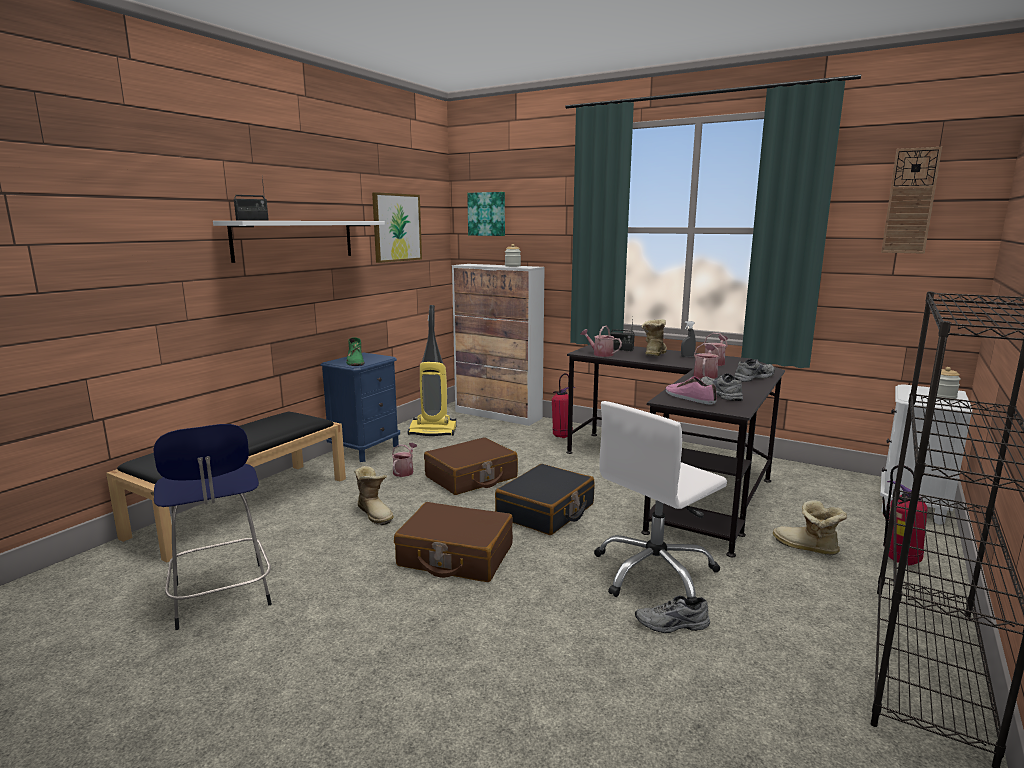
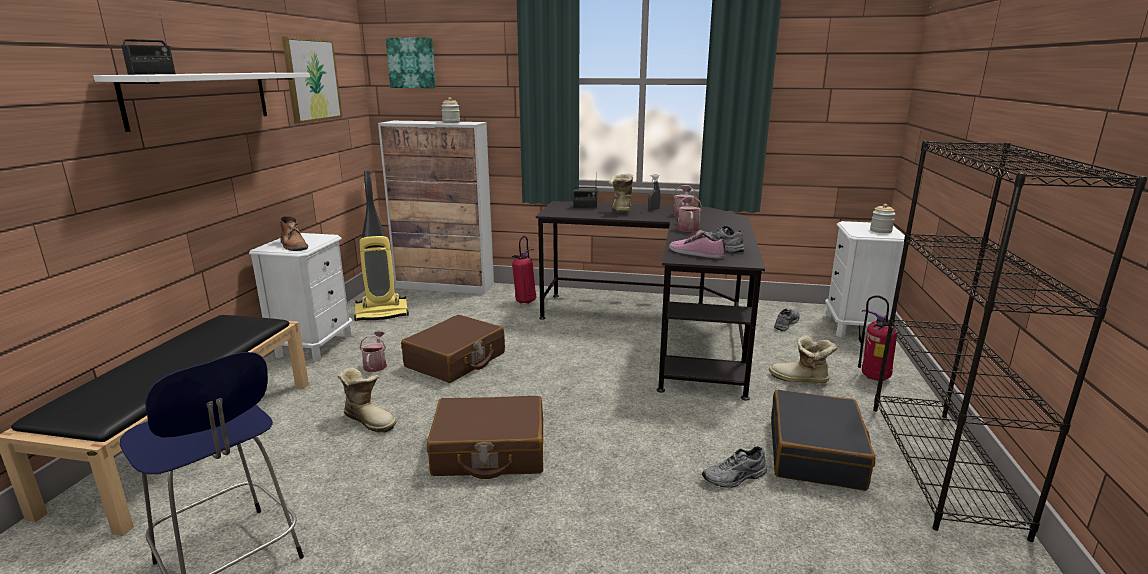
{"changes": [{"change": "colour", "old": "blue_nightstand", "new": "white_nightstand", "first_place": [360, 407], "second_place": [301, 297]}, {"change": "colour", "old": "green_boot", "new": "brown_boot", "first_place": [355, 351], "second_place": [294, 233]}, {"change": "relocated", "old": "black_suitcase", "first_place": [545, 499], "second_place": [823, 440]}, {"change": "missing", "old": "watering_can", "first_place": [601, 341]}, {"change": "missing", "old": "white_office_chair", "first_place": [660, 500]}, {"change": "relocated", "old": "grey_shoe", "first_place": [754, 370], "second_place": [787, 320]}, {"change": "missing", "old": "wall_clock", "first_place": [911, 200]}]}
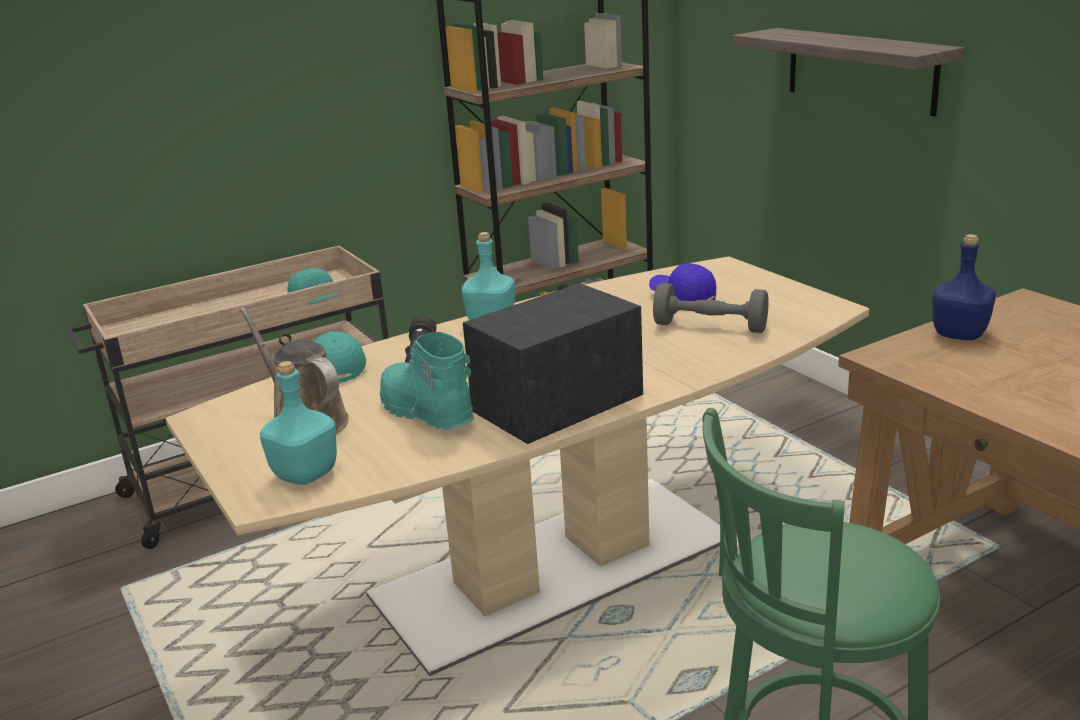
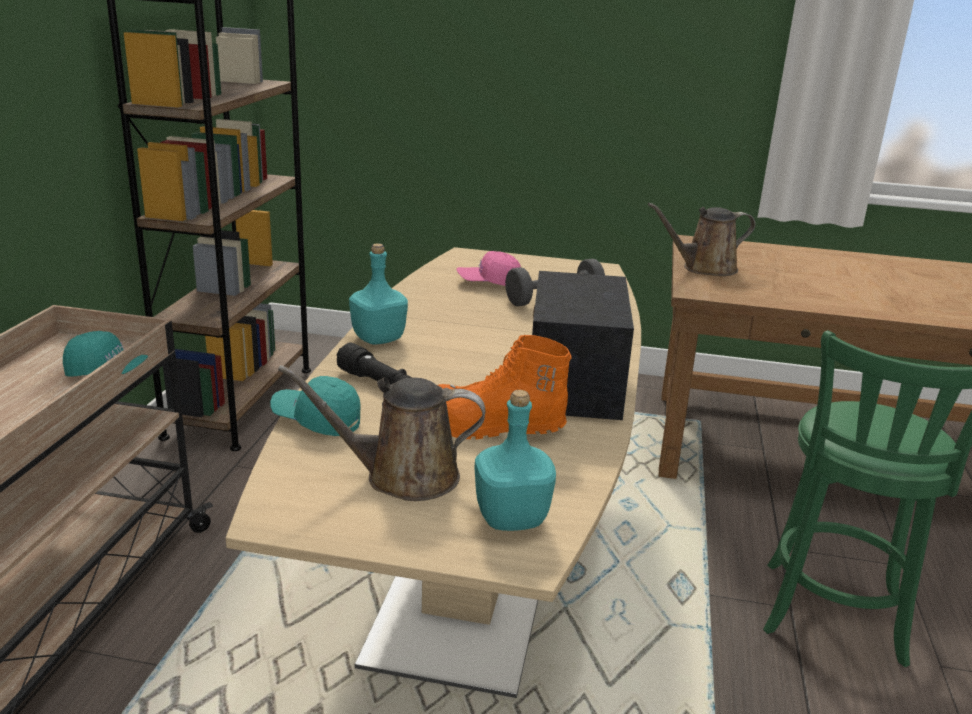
{"changes": [{"change": "colour", "old": "turquoise_boot", "new": "orange_boot", "first_place": [427, 381], "second_place": [504, 387]}, {"change": "colour", "old": "blue_cap", "new": "pink_cap", "first_place": [682, 282], "second_place": [488, 268]}, {"change": "missing", "old": "shelf", "first_place": [848, 72]}, {"change": "exchanged", "old": "blue_bottle", "new": "brown_watering_can", "first_place": [964, 287], "second_place": [701, 239]}]}
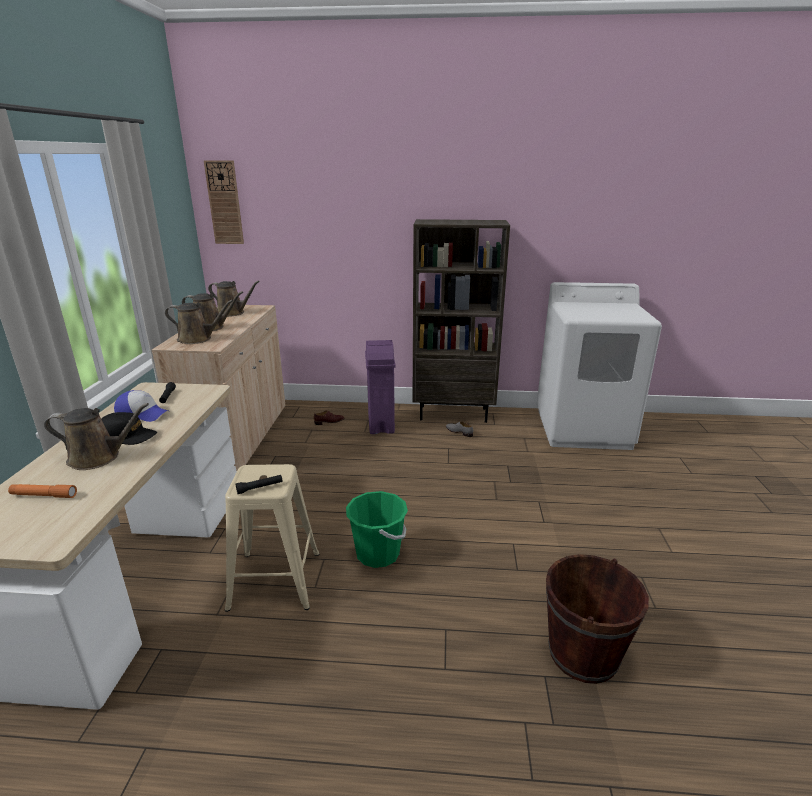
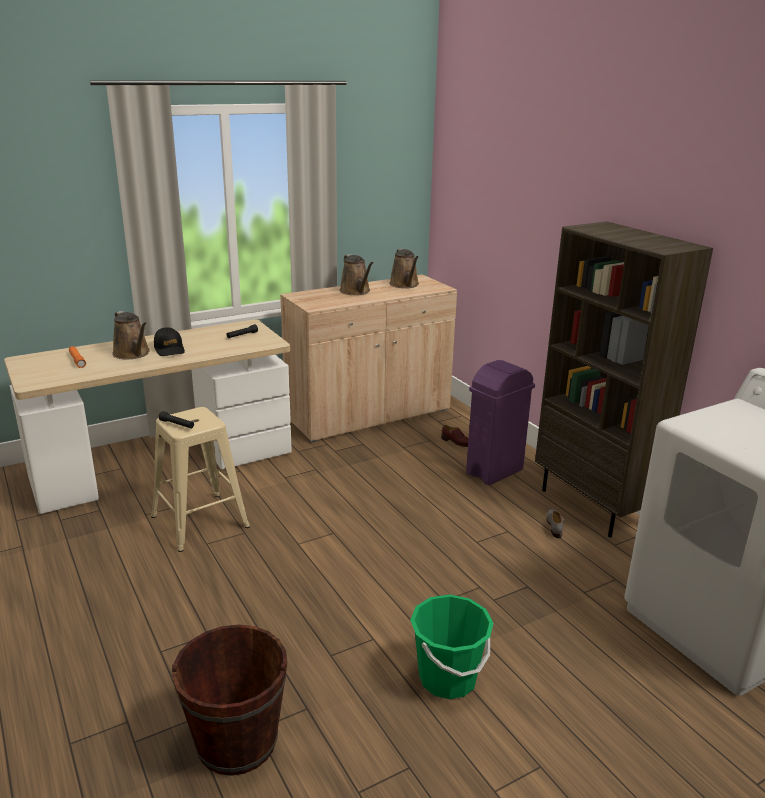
{"changes": [{"change": "missing", "old": "cap", "first_place": [141, 406]}, {"change": "missing", "old": "brown_watering_can", "first_place": [199, 322]}, {"change": "missing", "old": "wall_clock", "first_place": [224, 202]}, {"change": "relocated", "old": "green_bucket", "first_place": [377, 529], "second_place": [451, 647]}]}
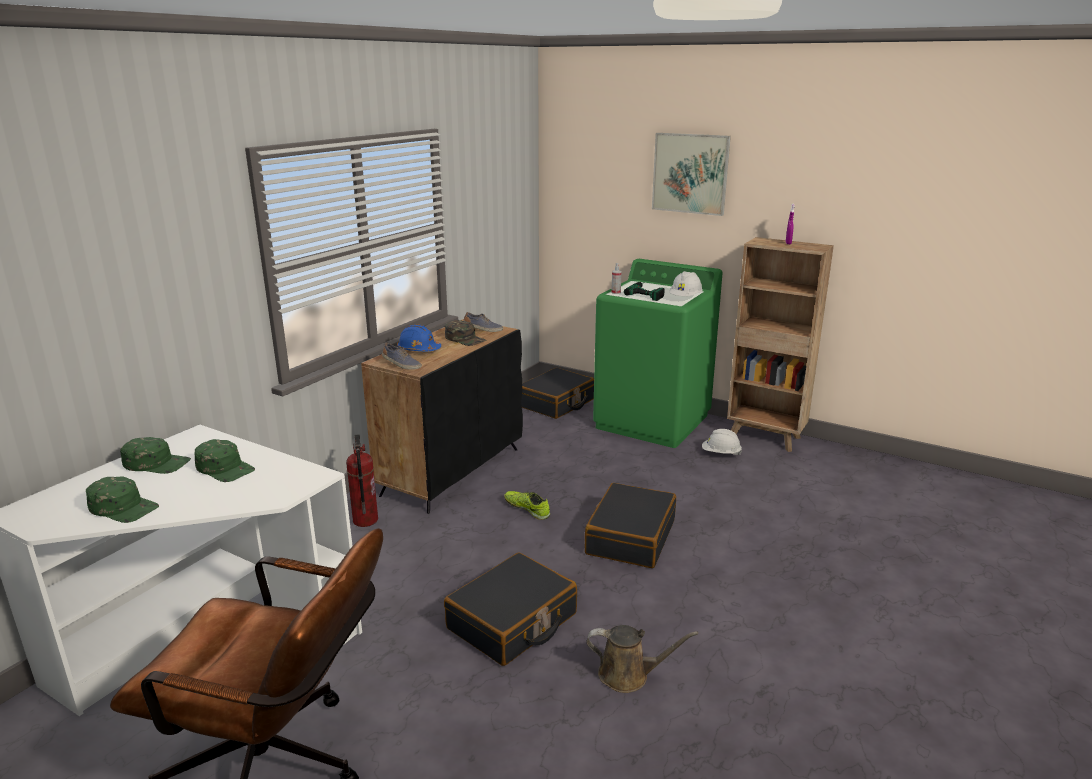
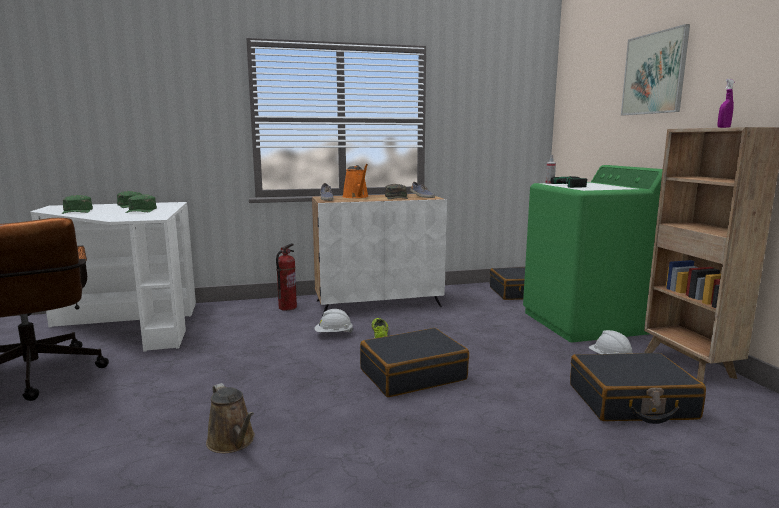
{"changes": [{"change": "colour", "old": "black_cabinet", "new": "white_cabinet", "first_place": [442, 416], "second_place": [379, 255]}, {"change": "exchanged", "old": "blue_hard_hat", "new": "orange_watering_can", "first_place": [419, 338], "second_place": [355, 181]}, {"change": "relocated", "old": "black_suitcase", "first_place": [510, 609], "second_place": [638, 388]}, {"change": "relocated", "old": "white_hard_hat", "first_place": [686, 283], "second_place": [334, 321]}]}
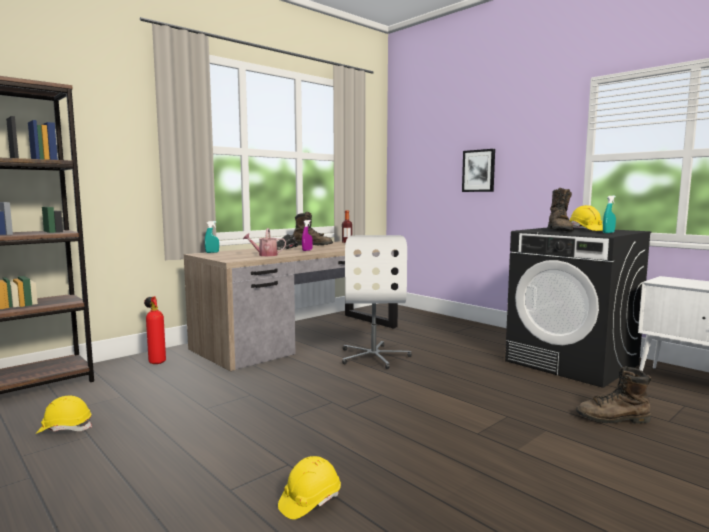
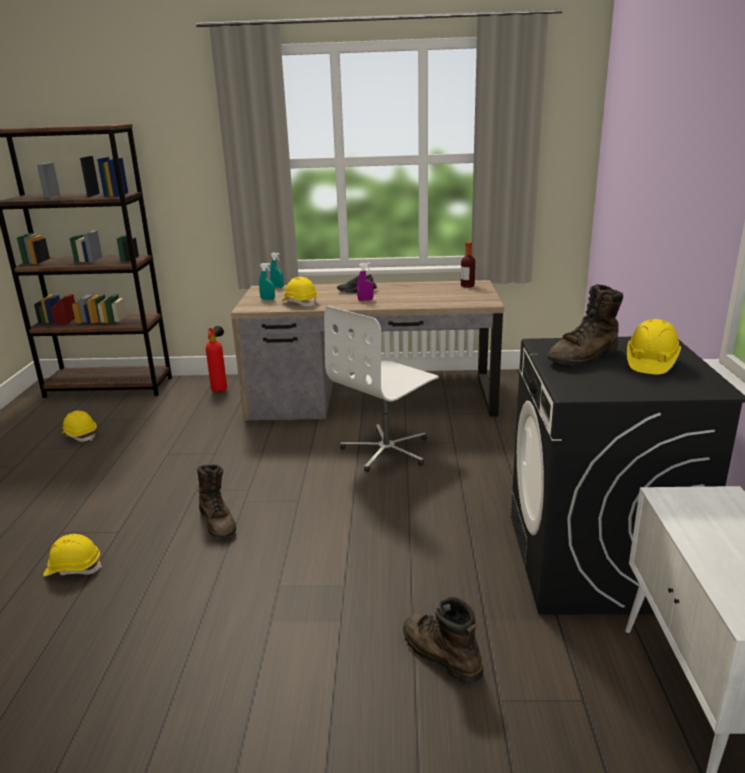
{"changes": [{"change": "exchanged", "old": "watering_can", "new": "yellow_hard_hat", "first_place": [264, 242], "second_place": [300, 292]}, {"change": "relocated", "old": "brown_boot", "first_place": [313, 228], "second_place": [216, 501]}, {"change": "missing", "old": "picture", "first_place": [478, 170]}, {"change": "relocated", "old": "turquoise_spray_bottle", "first_place": [609, 214], "second_place": [267, 281]}]}
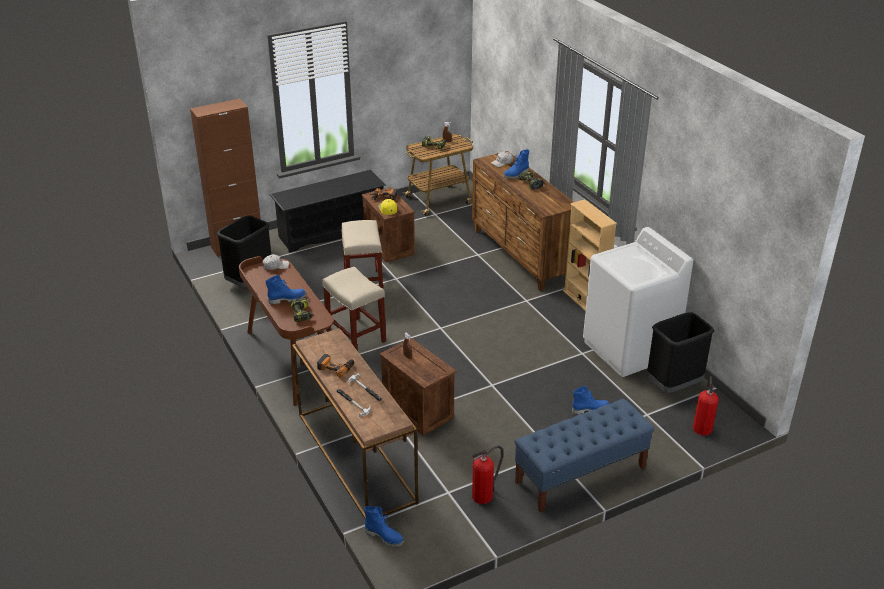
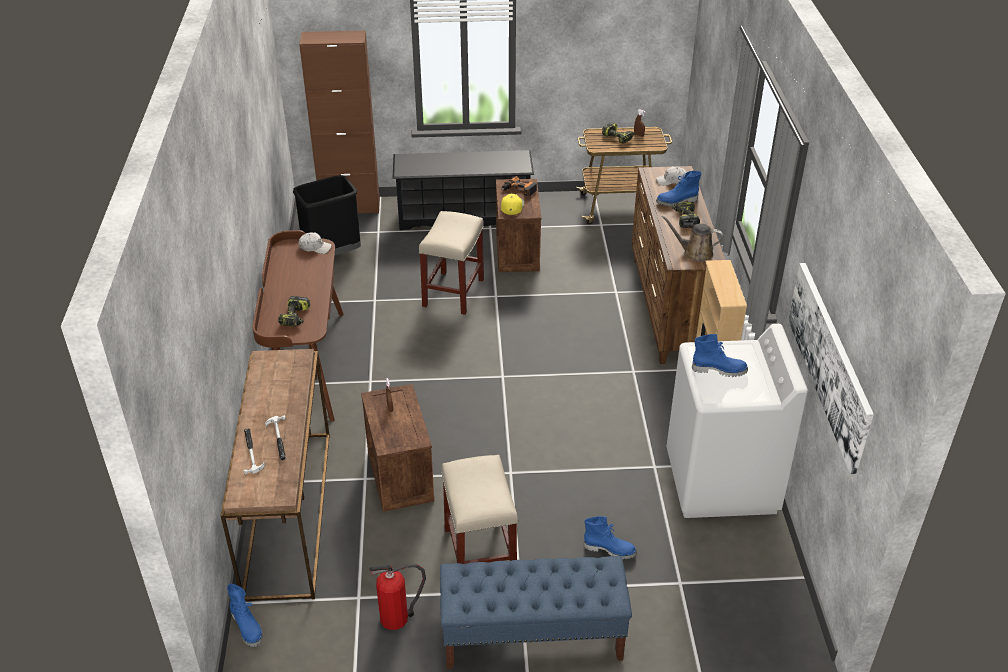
{"changes": [{"change": "relocated", "old": "blue_boot", "first_place": [286, 290], "second_place": [720, 355]}, {"change": "missing", "old": "power_drill", "first_place": [335, 366]}, {"change": "relocated", "old": "beige_stool", "first_place": [354, 308], "second_place": [479, 509]}, {"change": "missing", "old": "black_trash_can", "first_place": [681, 352]}, {"change": "missing", "old": "fire_extinguisher", "first_place": [706, 406]}, {"change": "appeared", "new": "brown_watering_can", "second_place": [692, 239]}, {"change": "appeared", "new": "picture", "second_place": [831, 368]}]}
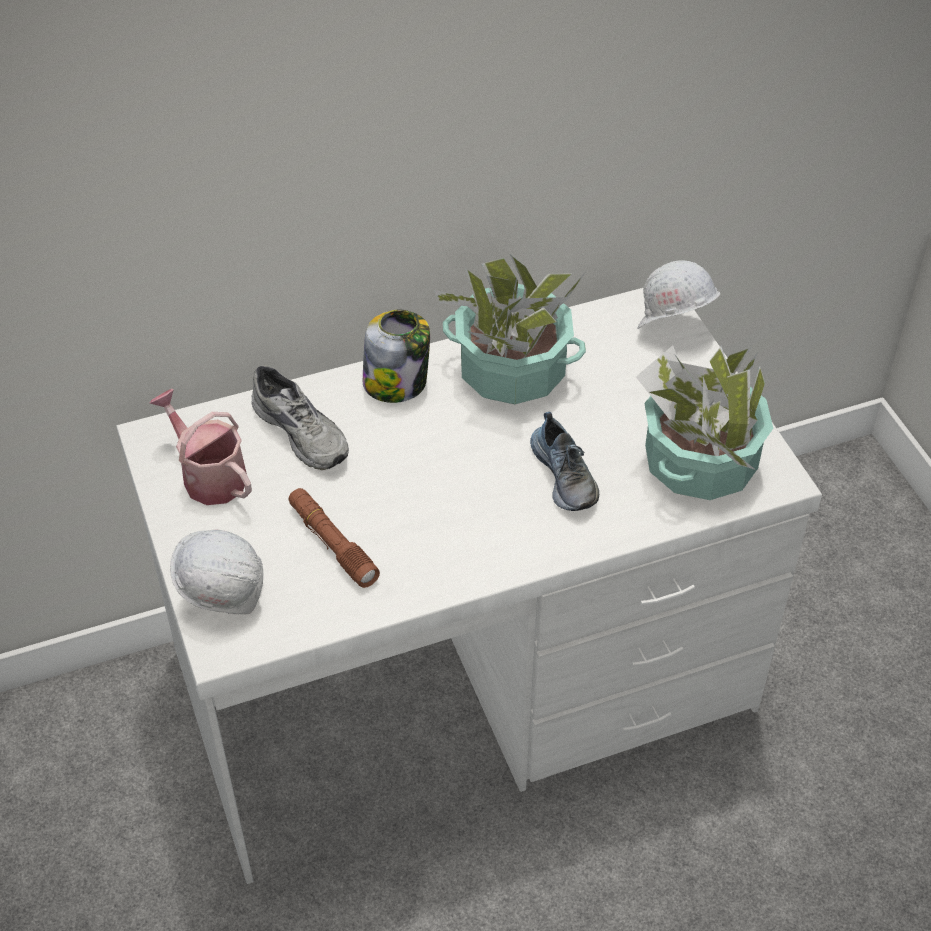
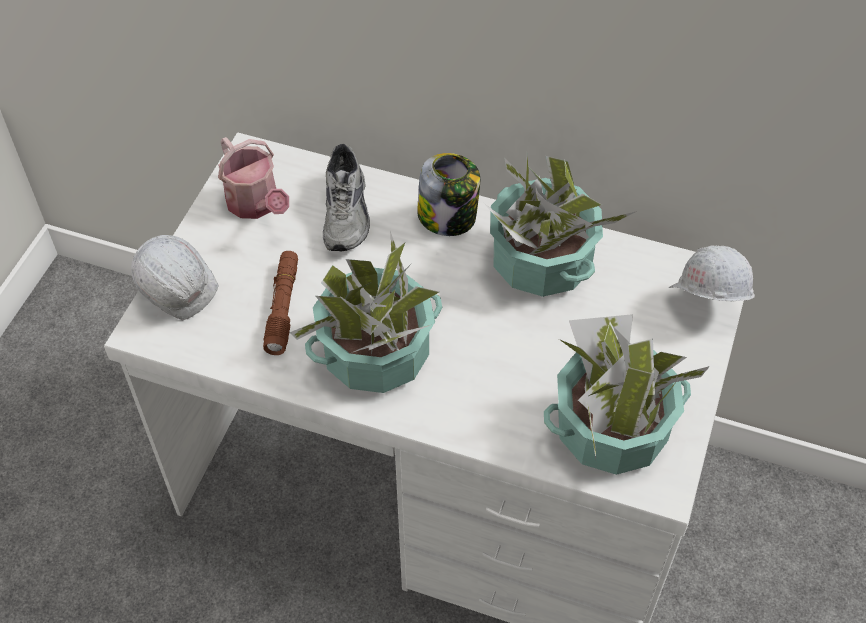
{"changes": [{"change": "spun", "old": "watering_can", "first_place": [201, 447], "second_place": [253, 178], "degrees": 150}, {"change": "missing", "old": "shoe", "first_place": [564, 461]}, {"change": "appeared", "new": "potted_plant", "second_place": [366, 312]}]}
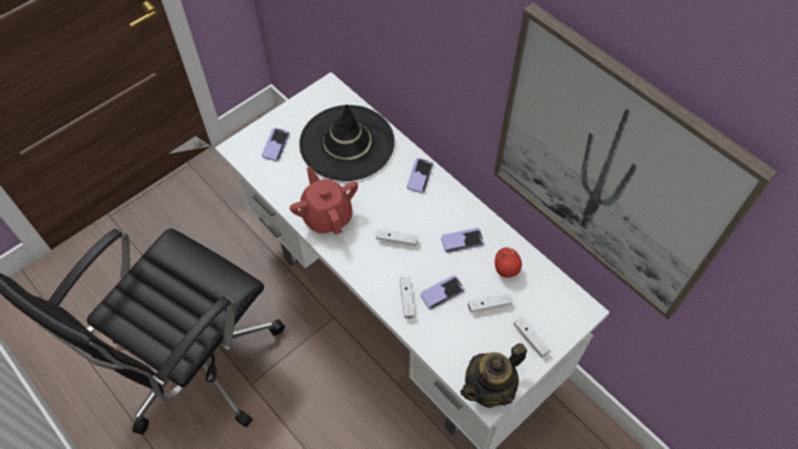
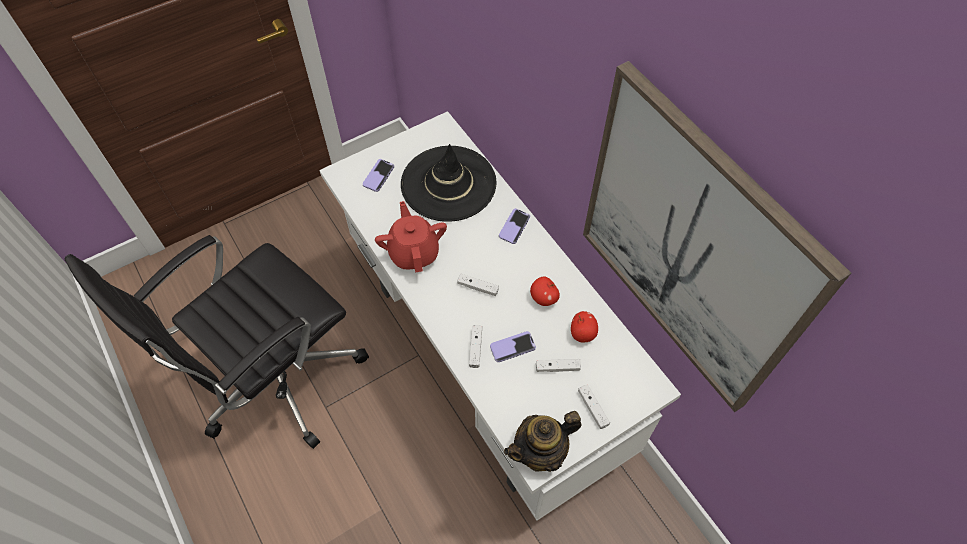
{"changes": [{"change": "exchanged", "old": "phone", "new": "apple", "first_place": [462, 240], "second_place": [545, 291]}]}
